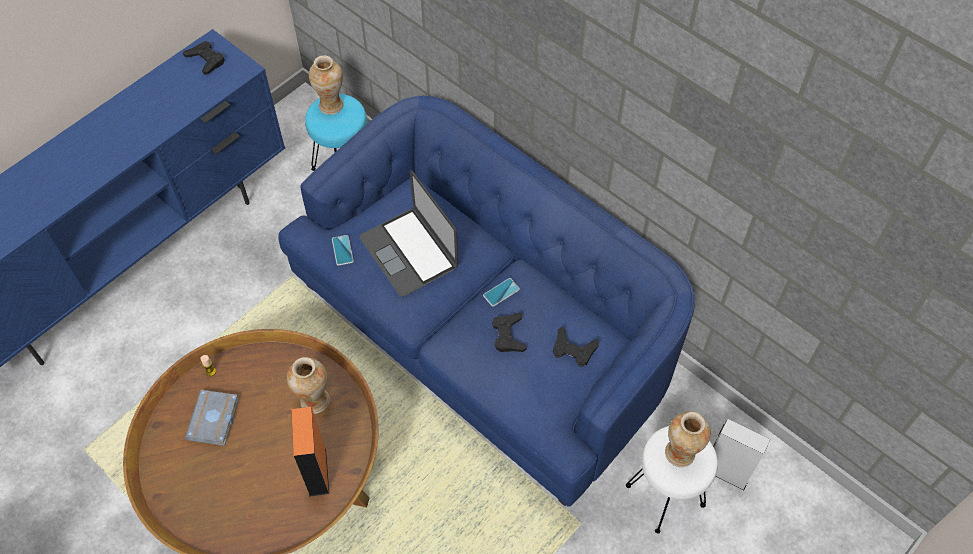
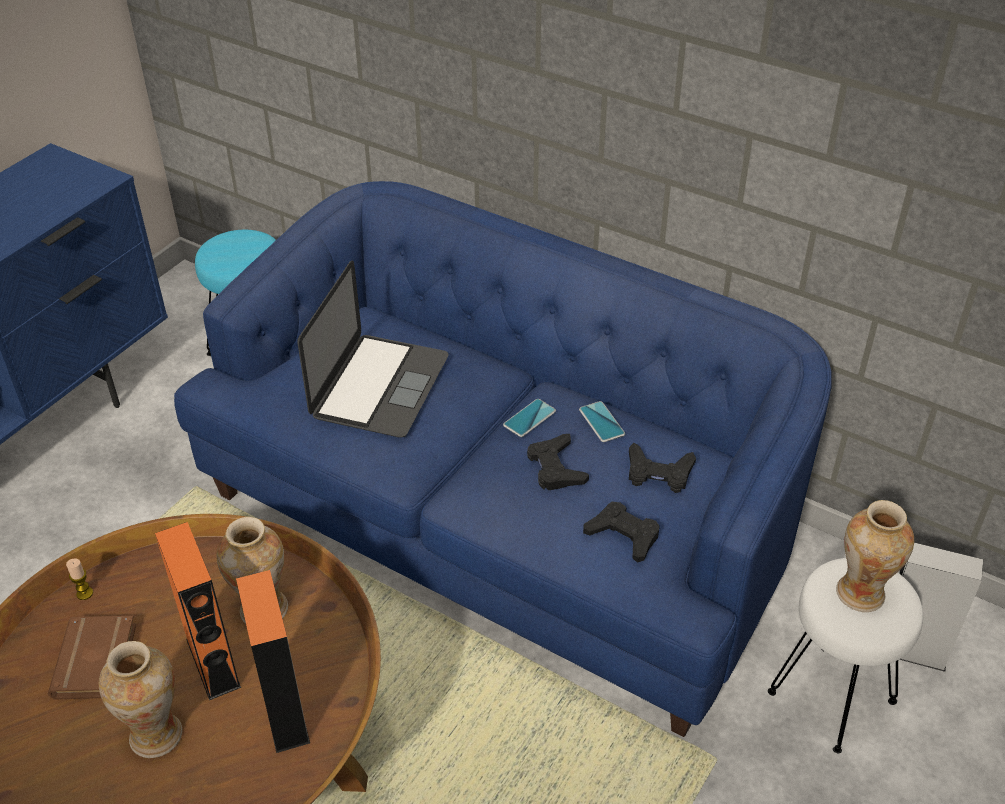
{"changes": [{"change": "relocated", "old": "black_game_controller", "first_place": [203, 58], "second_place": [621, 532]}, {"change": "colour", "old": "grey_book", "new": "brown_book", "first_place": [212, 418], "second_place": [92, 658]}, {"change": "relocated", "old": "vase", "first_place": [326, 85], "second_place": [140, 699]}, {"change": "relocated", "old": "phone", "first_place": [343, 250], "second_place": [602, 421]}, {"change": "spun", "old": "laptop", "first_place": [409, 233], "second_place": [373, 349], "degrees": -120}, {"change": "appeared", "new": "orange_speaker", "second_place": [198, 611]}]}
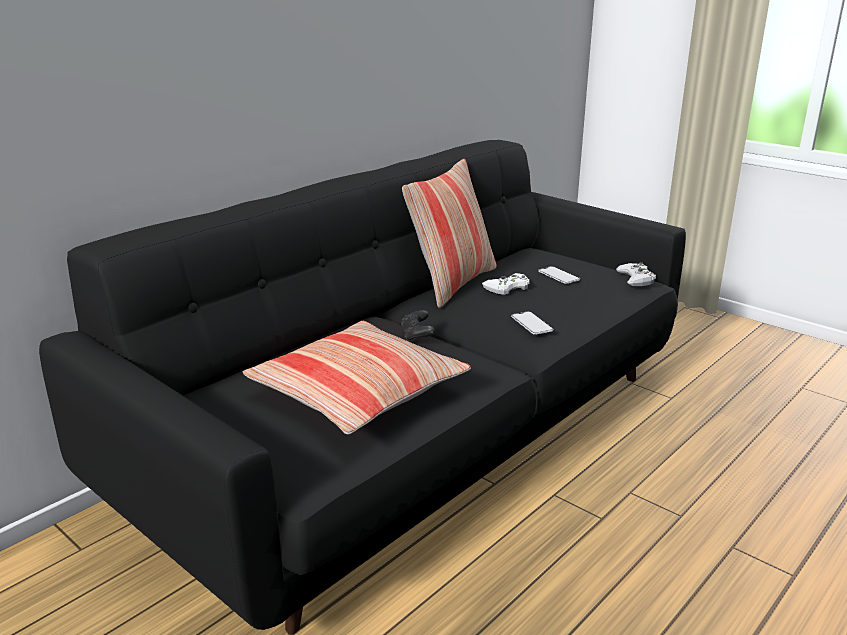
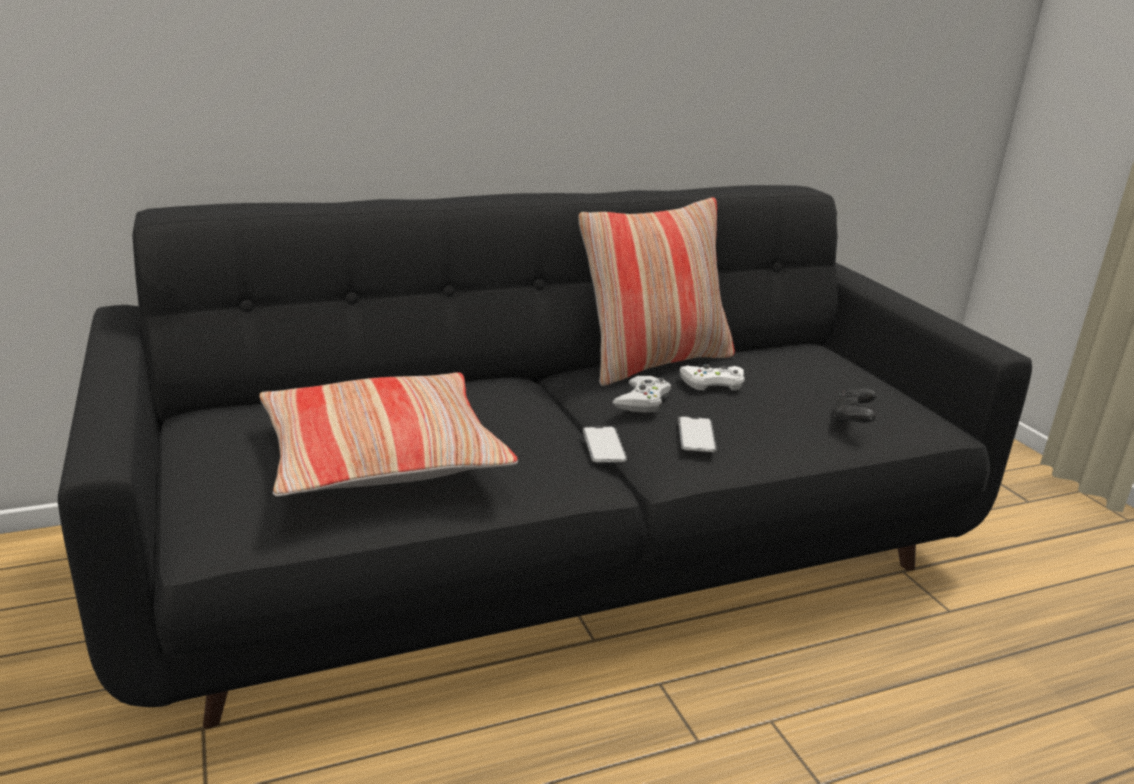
{"changes": [{"change": "relocated", "old": "black_game_controller", "first_place": [418, 326], "second_place": [854, 407]}, {"change": "relocated", "old": "phone", "first_place": [559, 275], "second_place": [605, 444]}, {"change": "relocated", "old": "white_game_controller", "first_place": [636, 274], "second_place": [642, 394]}]}
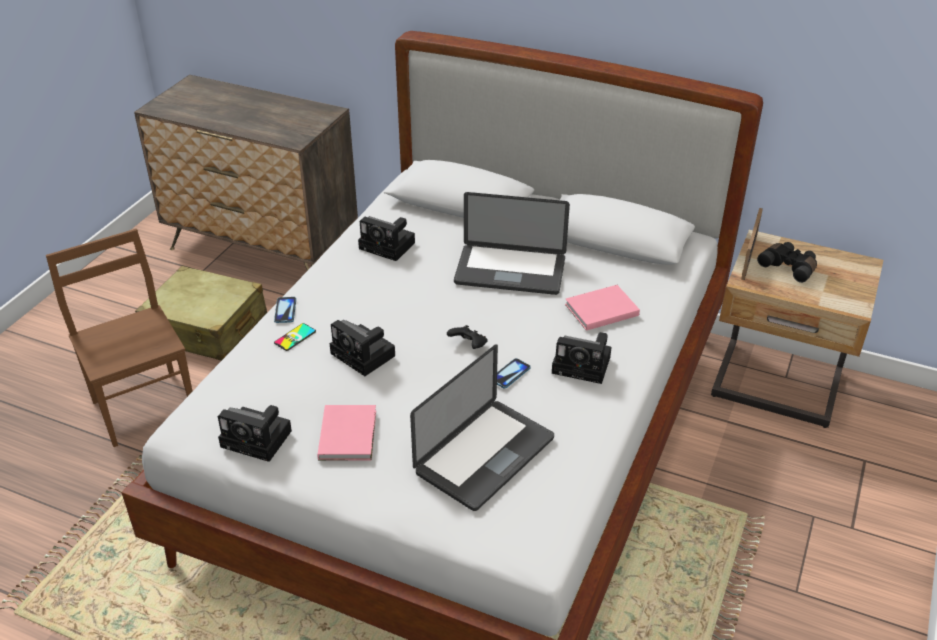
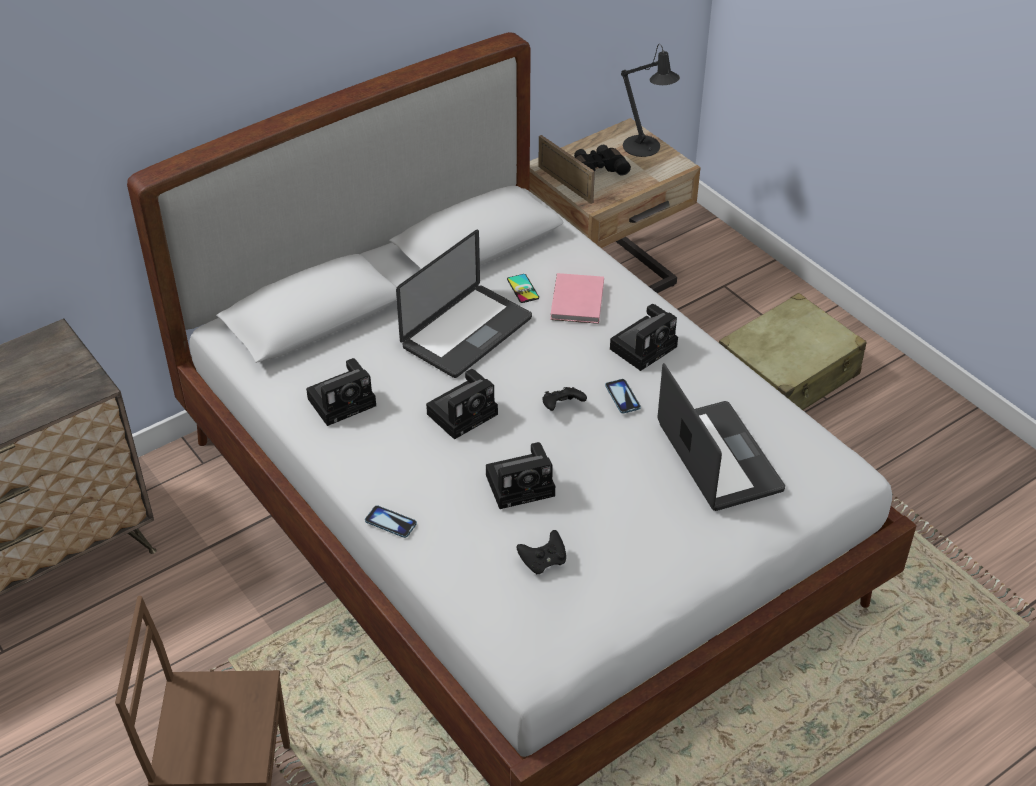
{"changes": [{"change": "relocated", "old": "beige_suitcase", "first_place": [201, 313], "second_place": [793, 351]}, {"change": "relocated", "old": "photo_camera", "first_place": [255, 433], "second_place": [462, 404]}, {"change": "relocated", "old": "phone", "first_place": [295, 337], "second_place": [523, 288]}, {"change": "missing", "old": "pink_book", "first_place": [346, 433]}, {"change": "appeared", "new": "black_game_controller", "second_place": [541, 552]}, {"change": "appeared", "new": "black_table_lamp", "second_place": [650, 100]}]}
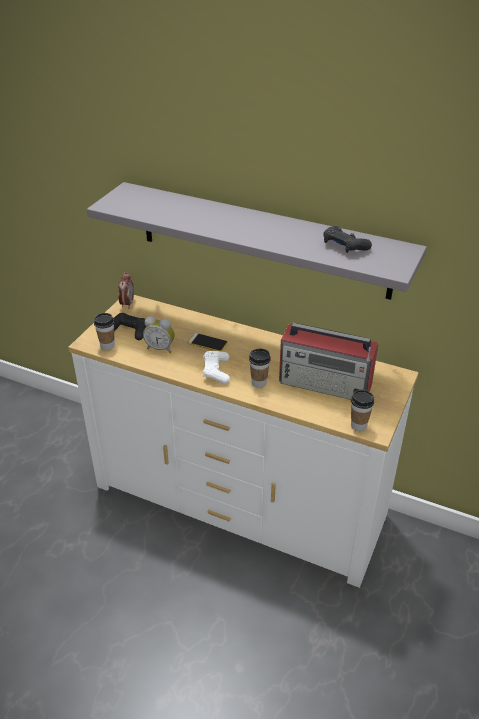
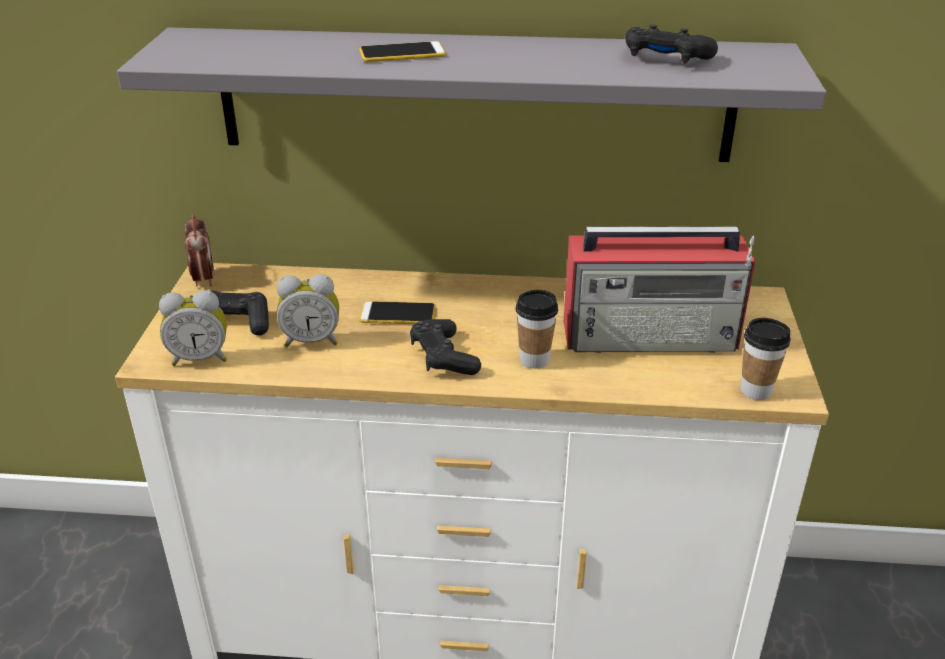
{"changes": [{"change": "exchanged", "old": "cup", "new": "alarm_clock", "first_place": [104, 331], "second_place": [193, 328]}, {"change": "colour", "old": "white_game_controller", "new": "black_game_controller", "first_place": [216, 367], "second_place": [445, 347]}, {"change": "appeared", "new": "phone", "second_place": [402, 51]}]}
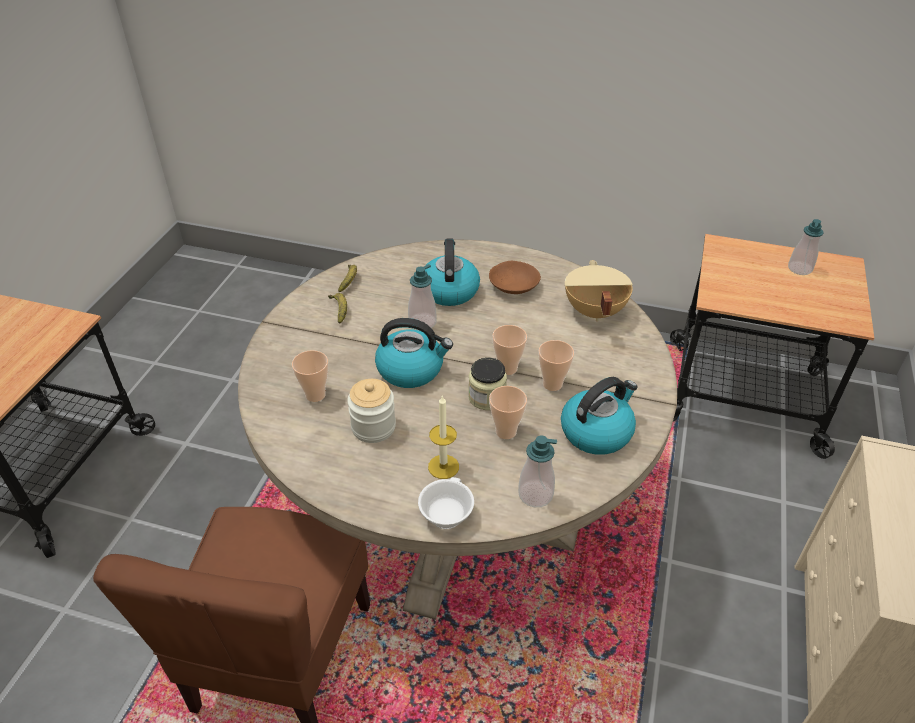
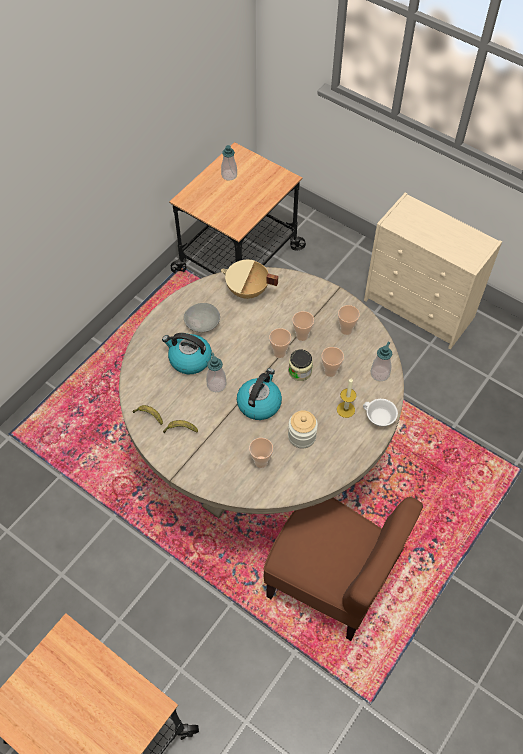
{"changes": [{"change": "colour", "old": "brown_bowl", "new": "grey_bowl", "first_place": [515, 277], "second_place": [202, 317]}, {"change": "exchanged", "old": "kettle", "new": "cup", "first_place": [599, 416], "second_place": [349, 320]}]}
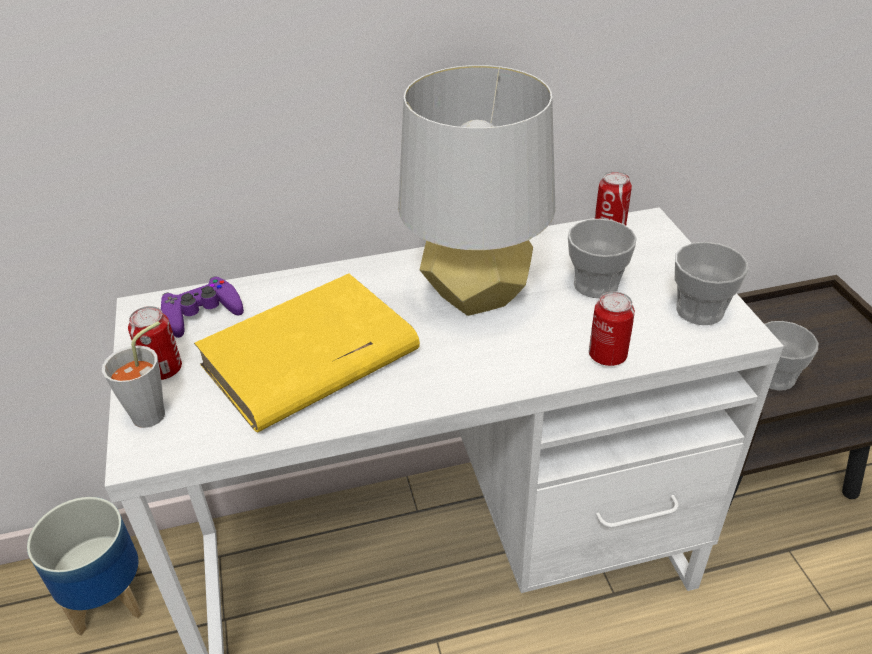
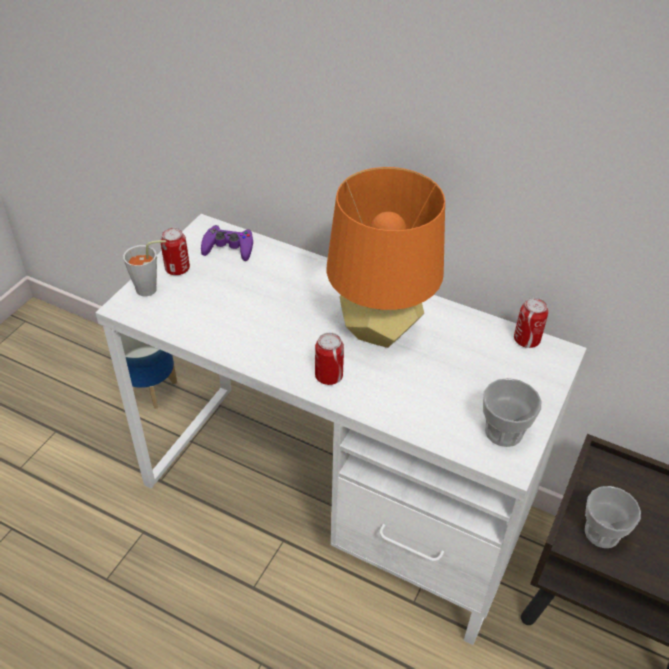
{"changes": [{"change": "missing", "old": "yellow_book", "first_place": [307, 353]}, {"change": "colour", "old": "grey_table_lamp", "new": "orange_table_lamp", "first_place": [476, 190], "second_place": [386, 257]}, {"change": "missing", "old": "cup", "first_place": [602, 258]}, {"change": "relocated", "old": "can", "first_place": [612, 328], "second_place": [329, 359]}]}
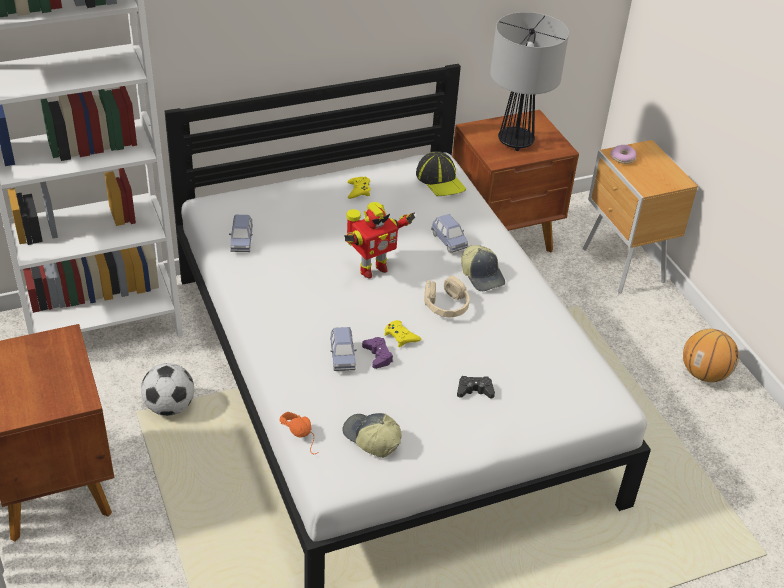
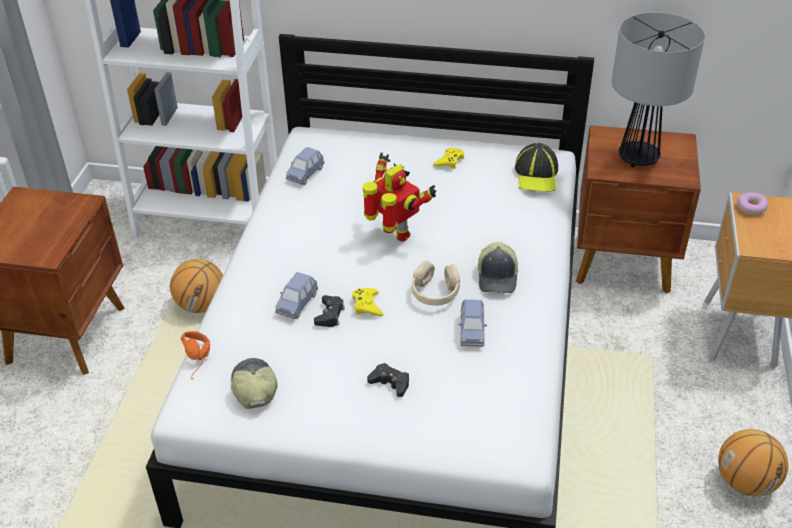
{"changes": [{"change": "exchanged", "old": "football", "new": "basketball", "first_place": [167, 389], "second_place": [196, 286]}, {"change": "spun", "old": "toy_robot", "first_place": [380, 240], "second_place": [399, 197], "degrees": -135}, {"change": "colour", "old": "purple_game_controller", "new": "black_game_controller", "first_place": [377, 353], "second_place": [329, 311]}, {"change": "relocated", "old": "blue_toy_car", "first_place": [449, 233], "second_place": [473, 323]}]}
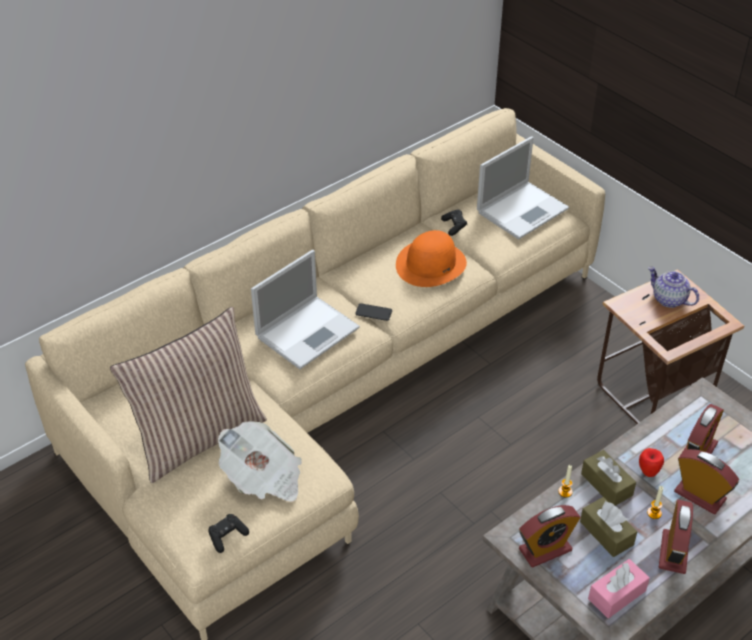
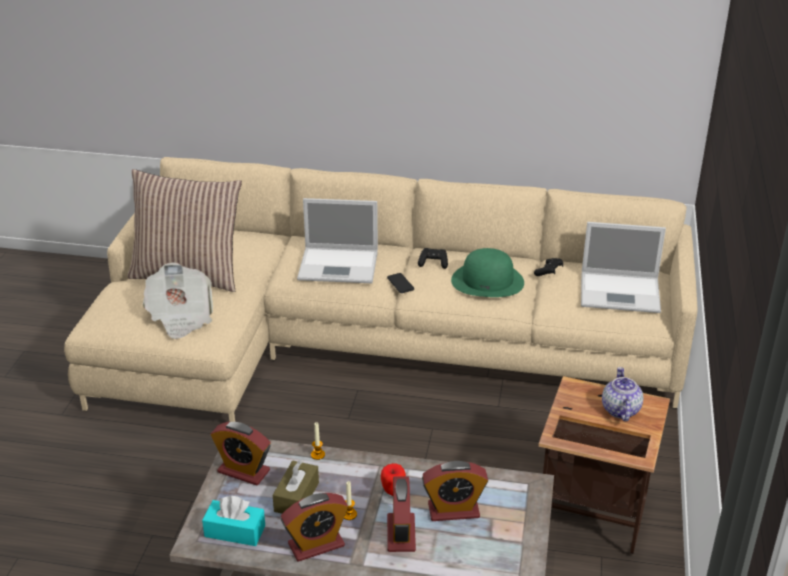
{"changes": [{"change": "relocated", "old": "black_game_controller", "first_place": [228, 533], "second_place": [433, 258]}, {"change": "colour", "old": "orange_hat", "new": "green_hat", "first_place": [431, 258], "second_place": [487, 272]}, {"change": "missing", "old": "brown_tissue_box", "first_place": [608, 478]}, {"change": "colour", "old": "pink_tissue_box", "new": "turquoise_tissue_box", "first_place": [619, 588], "second_place": [233, 521]}]}
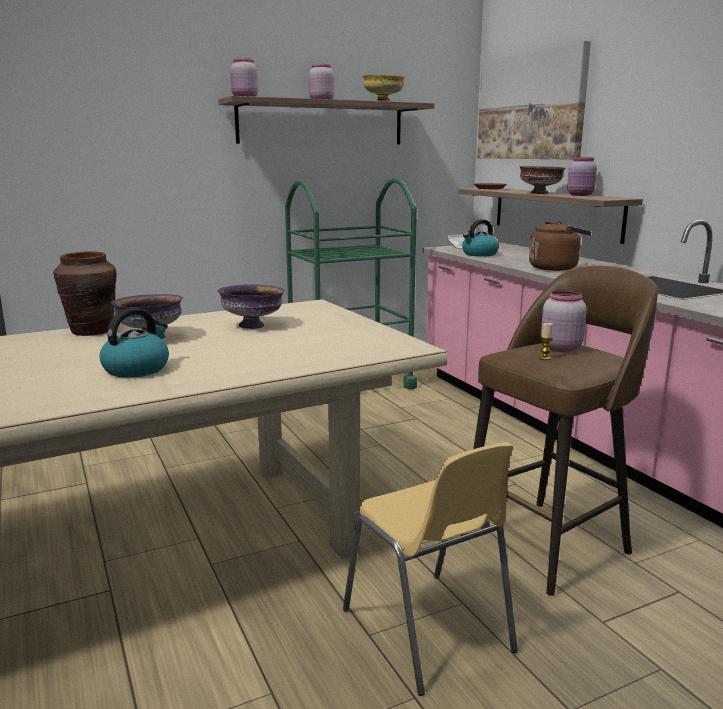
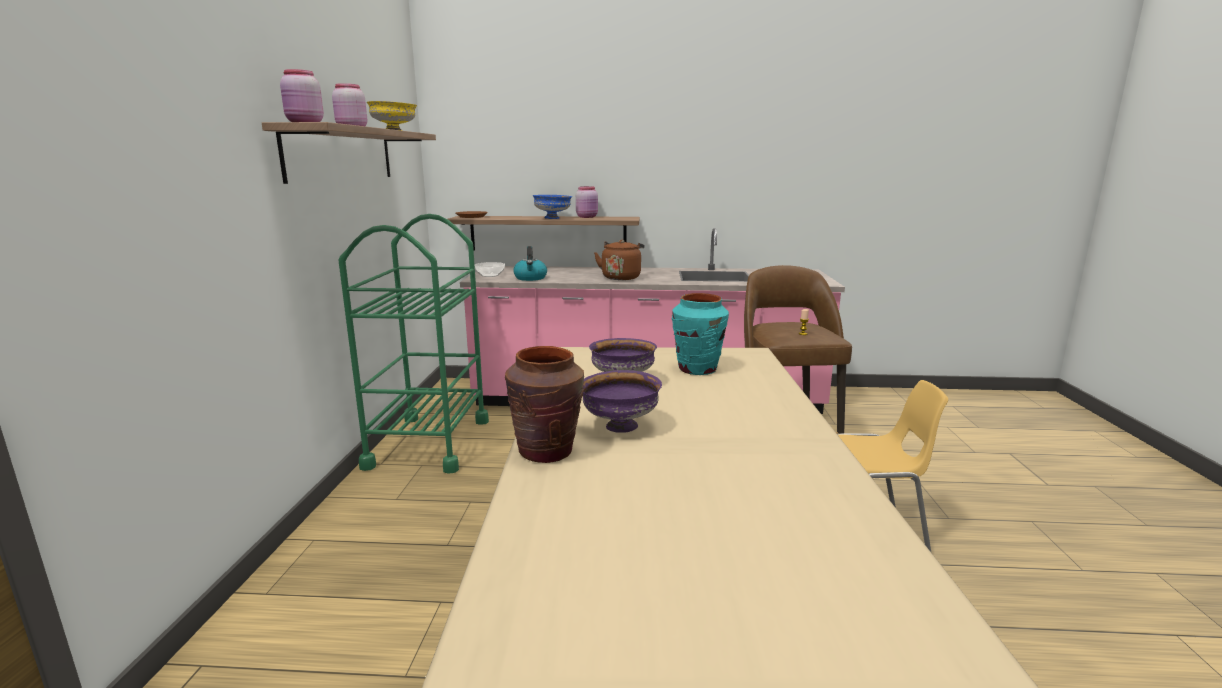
{"changes": [{"change": "missing", "old": "kettle", "first_place": [134, 343]}, {"change": "missing", "old": "picture", "first_place": [534, 100]}, {"change": "colour", "old": "brown_bowl", "new": "blue_bowl", "first_place": [542, 180], "second_place": [552, 207]}, {"change": "missing", "old": "pink_jar", "first_place": [564, 321]}, {"change": "appeared", "new": "turquoise_vase", "second_place": [700, 334]}]}
